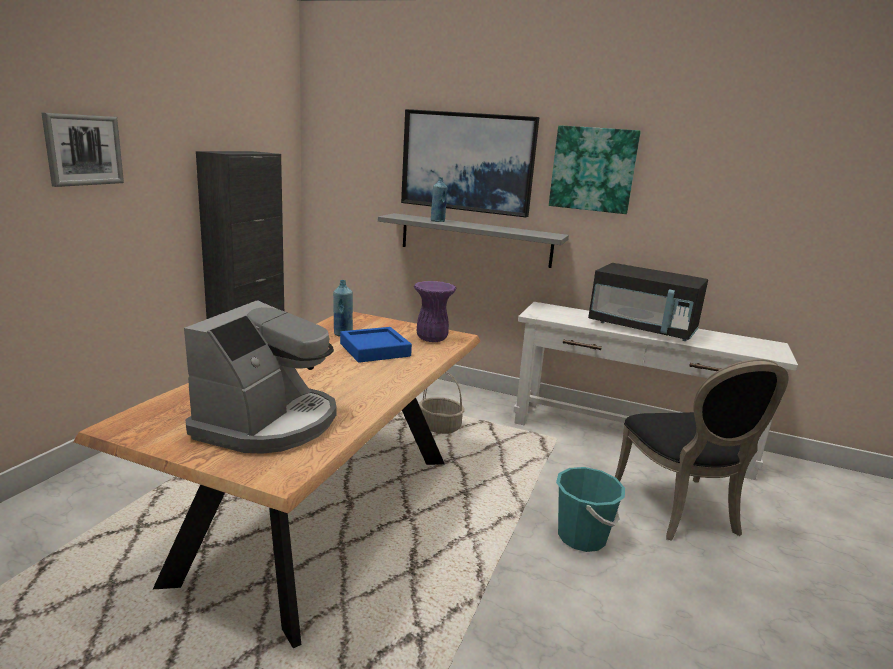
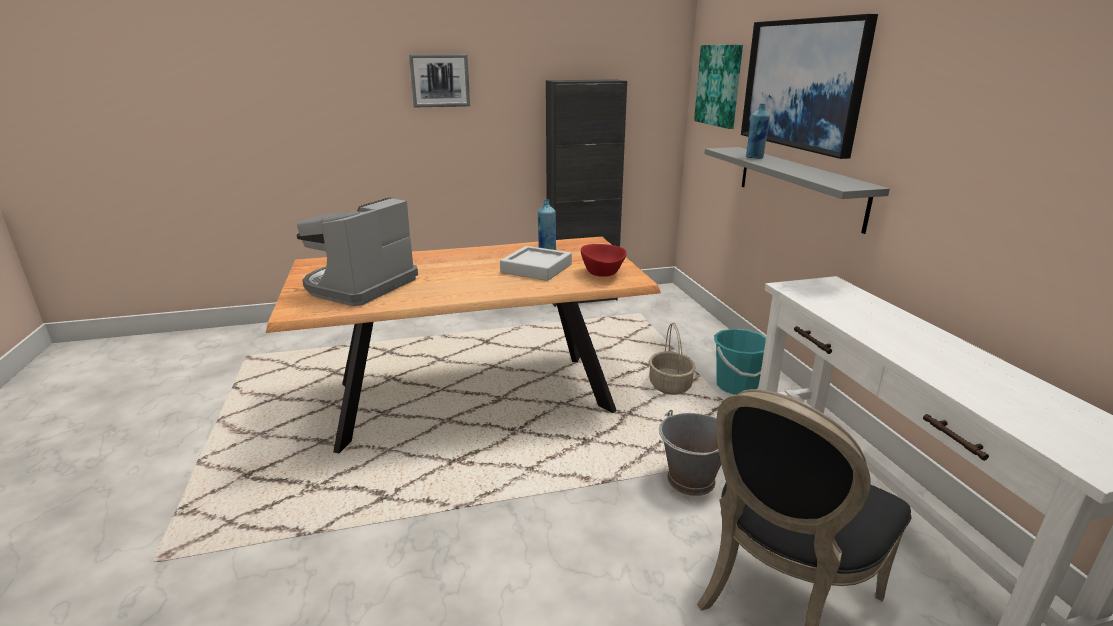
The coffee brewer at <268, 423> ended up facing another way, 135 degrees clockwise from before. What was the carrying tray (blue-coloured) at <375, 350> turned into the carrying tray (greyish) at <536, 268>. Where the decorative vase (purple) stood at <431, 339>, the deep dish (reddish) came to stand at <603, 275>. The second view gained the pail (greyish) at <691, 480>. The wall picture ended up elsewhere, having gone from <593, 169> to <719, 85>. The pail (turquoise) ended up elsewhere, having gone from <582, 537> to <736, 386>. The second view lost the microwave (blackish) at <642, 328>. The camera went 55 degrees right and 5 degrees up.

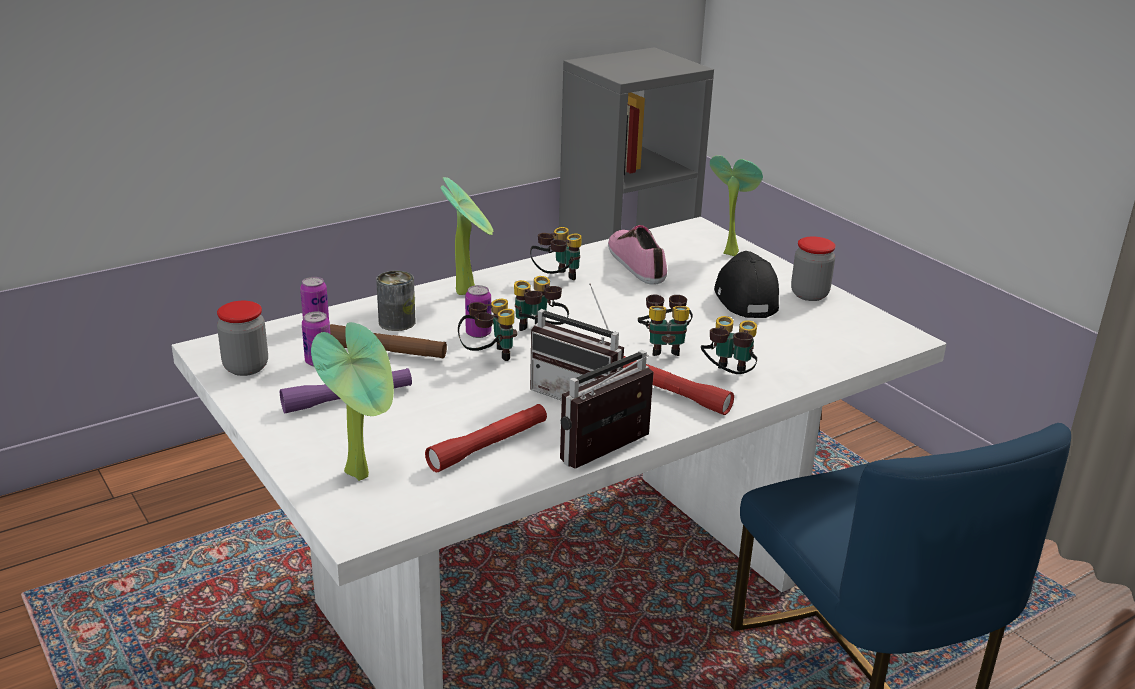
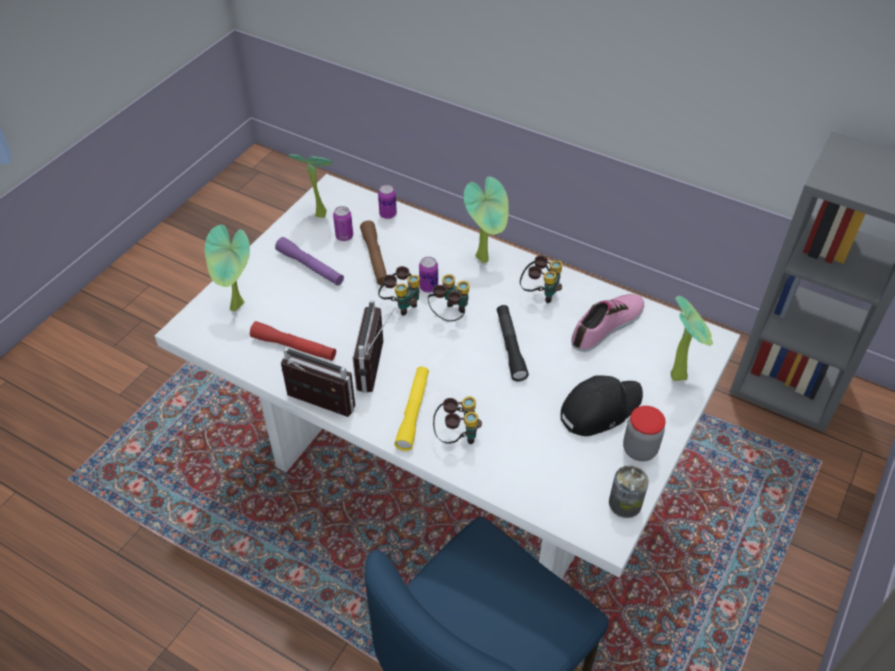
Where the storage jar stood at <246, 367>, the potted plant came to stand at <319, 212>. What was the hand torch (reddish) at <672, 393> turned into the hand torch (yellow-coloured) at <413, 412>. The second view gained the hand torch (blackish) at <510, 347>. The sealed can ended up elsewhere, having gone from <397, 322> to <625, 503>. The second view lost the field glasses at <664, 347>. The camera went 65 degrees right and 20 degrees up.

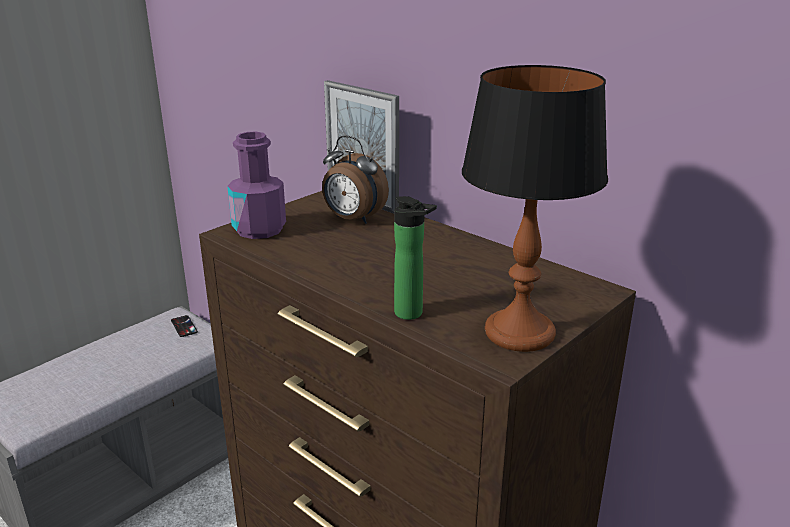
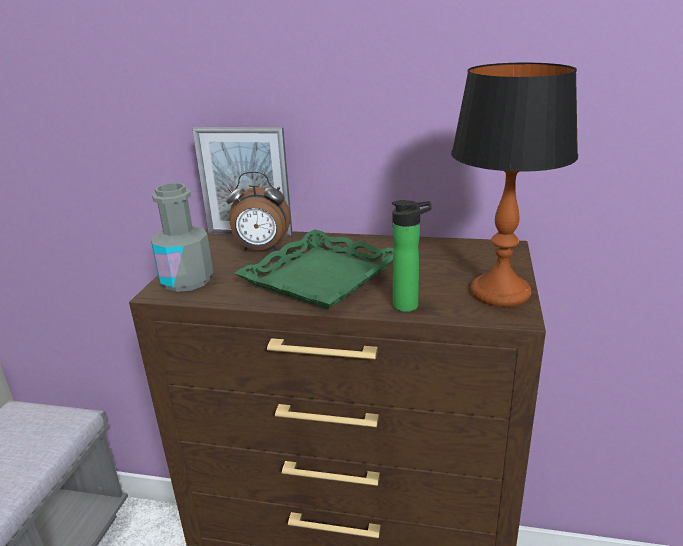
What was the bottle (purple) at <259, 229> turned into the bottle (greyish) at <187, 280>. The second view gained the carrying tray (green-coloured) at <320, 277>. The second view lost the phone at <184, 326>. The camera went 30 degrees left and 0 degrees up.

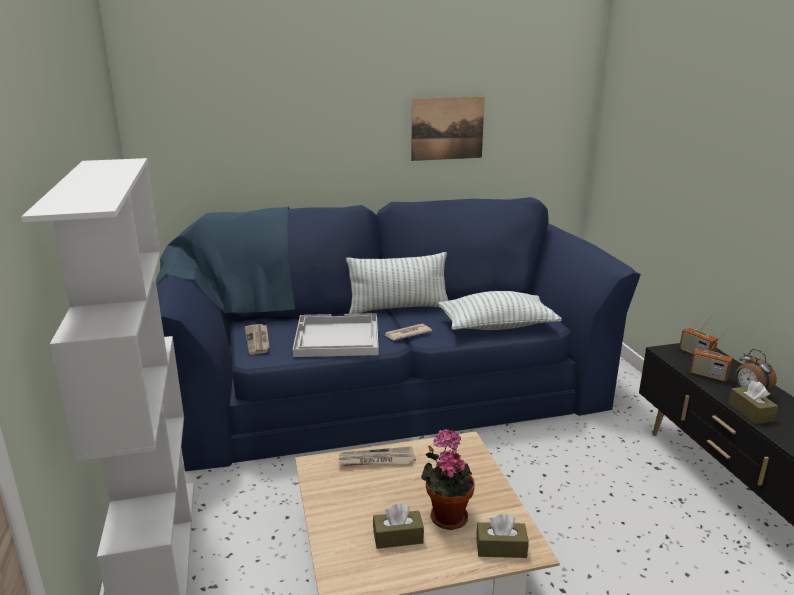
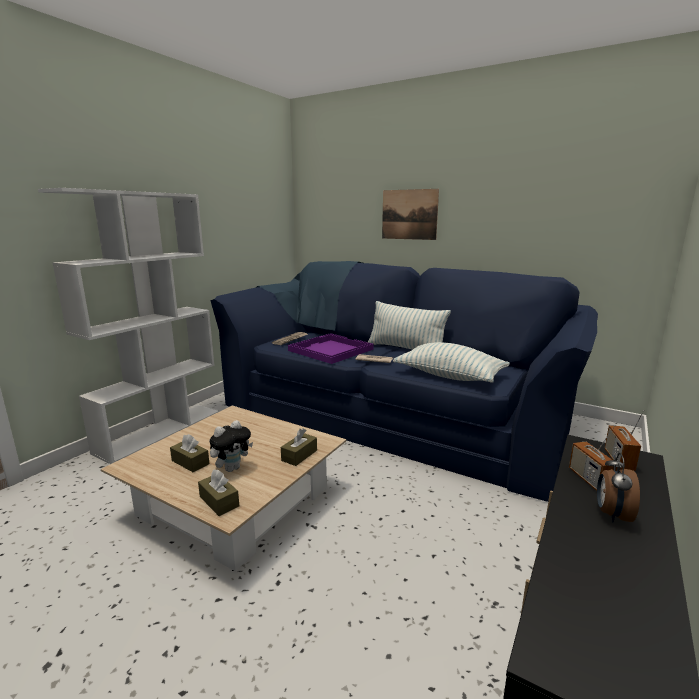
Where the potted plant stood at <446, 515>, the plush toy came to stand at <232, 468>. The box of tissues (brown) ended up elsewhere, having gone from <750, 412> to <299, 455>. What was the carrying tray (whitish) at <336, 338> turned into the carrying tray (purple) at <330, 350>. The wall picture ended up elsewhere, having gone from <447, 128> to <409, 214>. The second view lost the printed paper at <376, 460>. The camera went 45 degrees right and 5 degrees down.

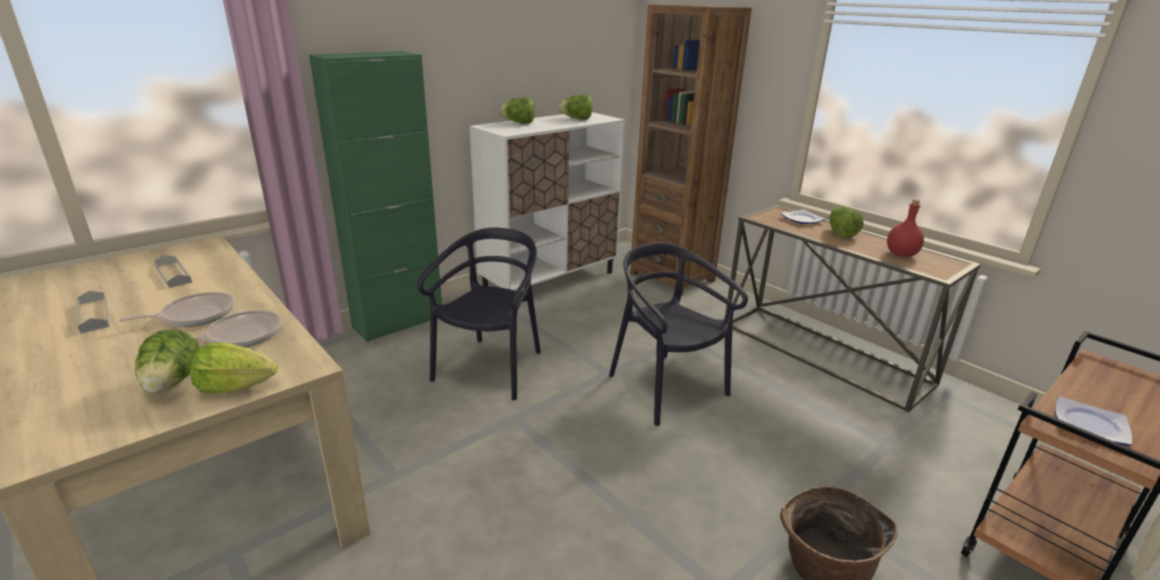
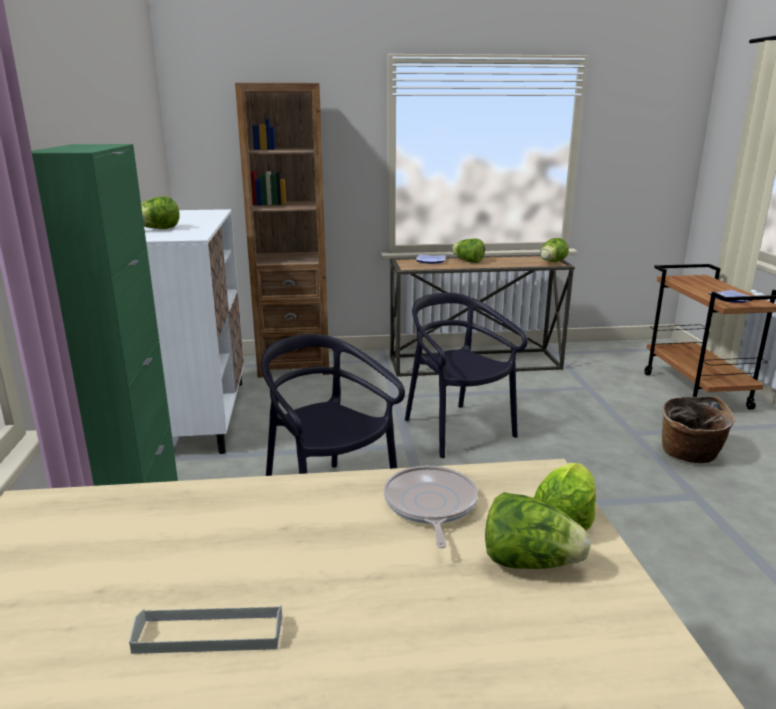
The plain chair (blackish) at <666, 388> ended up facing another way, 60 degrees clockwise from before. The lettuce ended up elsewhere, having gone from <576, 119> to <552, 262>. The second view lost the frying pan at <195, 315>. The second view lost the carrying tray (greyish) at <173, 274>. The second view lost the bottle (reddish) at <902, 254>. The camera went 55 degrees left and 5 degrees down.

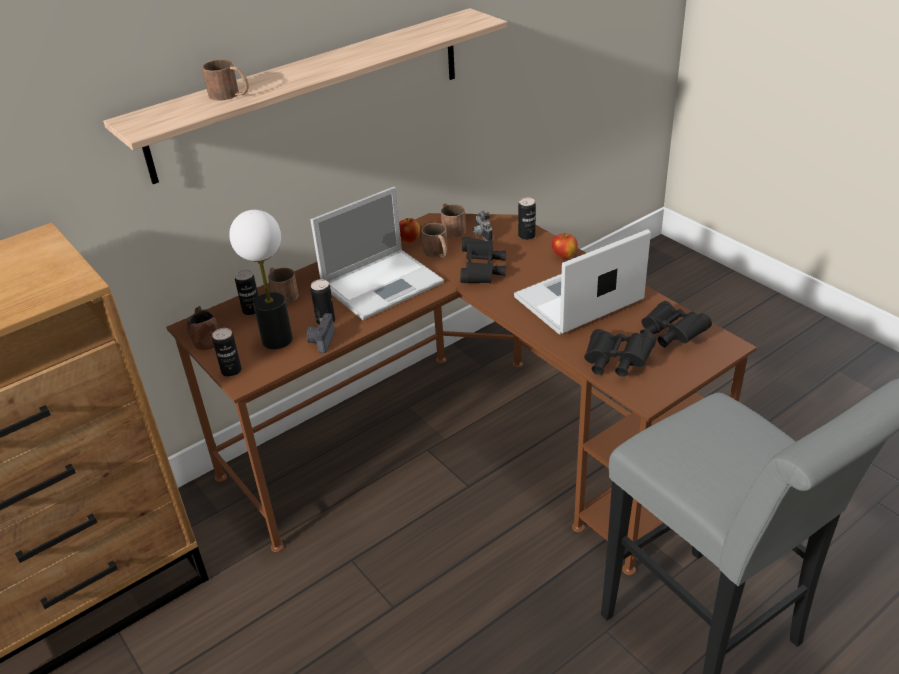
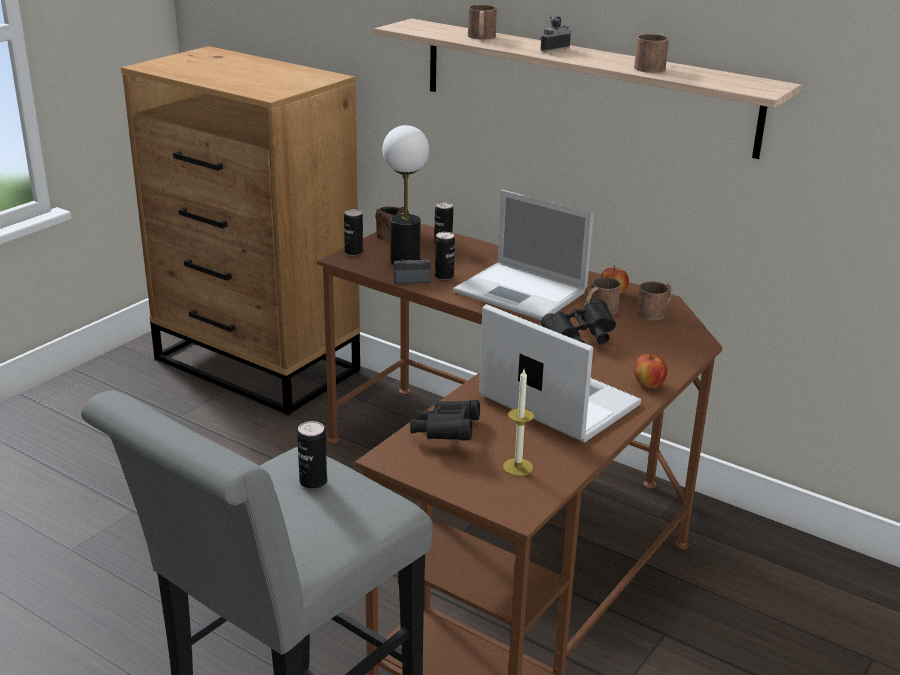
The sealed can ended up elsewhere, having gone from <526, 236> to <313, 482>. Where the field glasses (blackish) stood at <669, 335>, the candle came to stand at <518, 467>. The still camera ended up elsewhere, having gone from <481, 235> to <552, 49>. The tea mug (brown) ended up elsewhere, having gone from <282, 293> to <653, 67>. The camera went 70 degrees right and 10 degrees down.

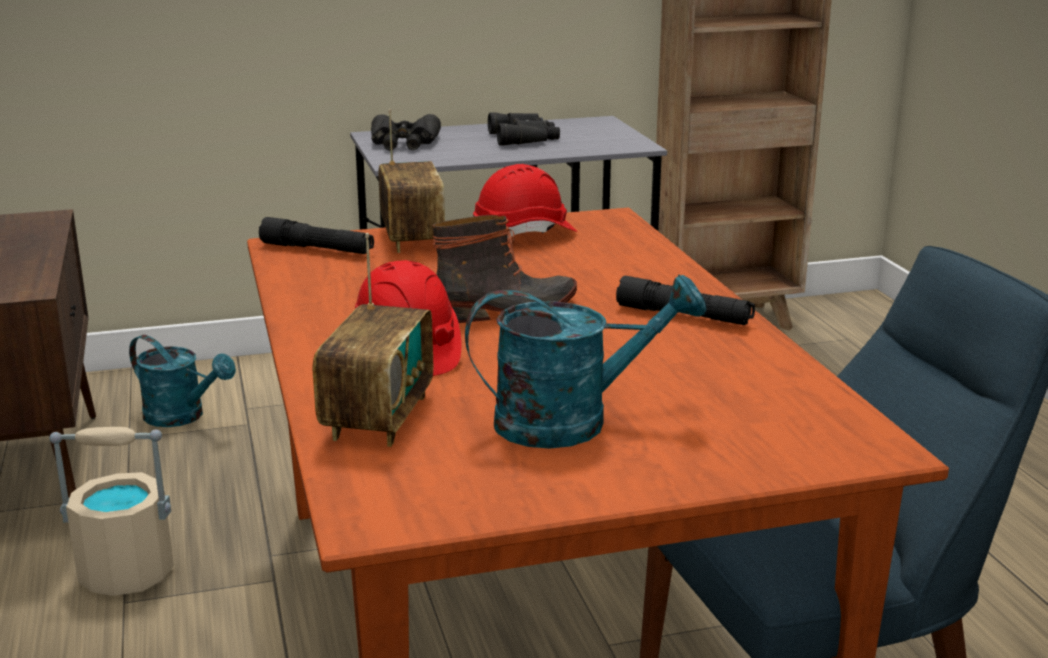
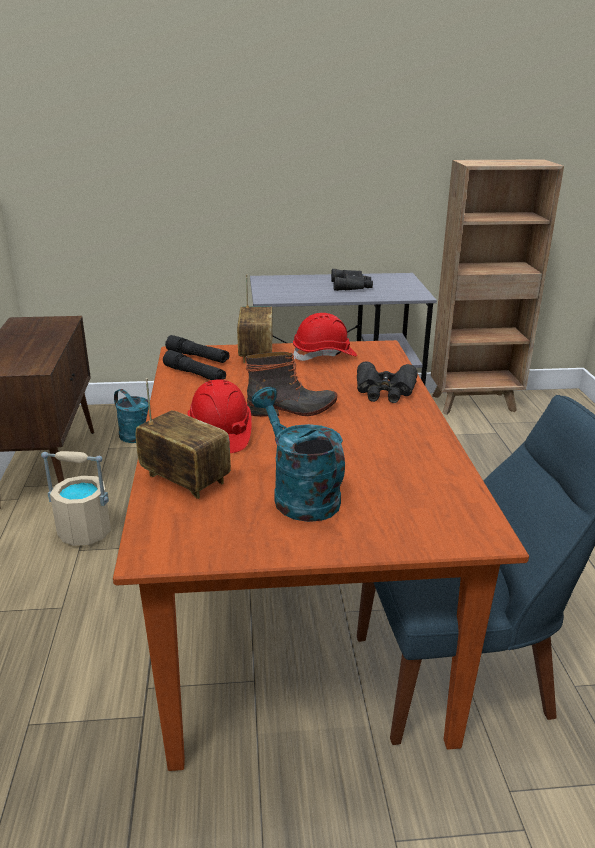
The radio at <378, 417> ended up facing another way, 75 degrees counterclockwise from before. The hand torch (blackish) ended up elsewhere, having gone from <684, 316> to <194, 374>. The watering can (turquoise) at <571, 421> ended up facing another way, 120 degrees counterclockwise from before. The field glasses (blackish) ended up elsewhere, having gone from <404, 143> to <385, 391>. The camera went 10 degrees right and 5 degrees up.

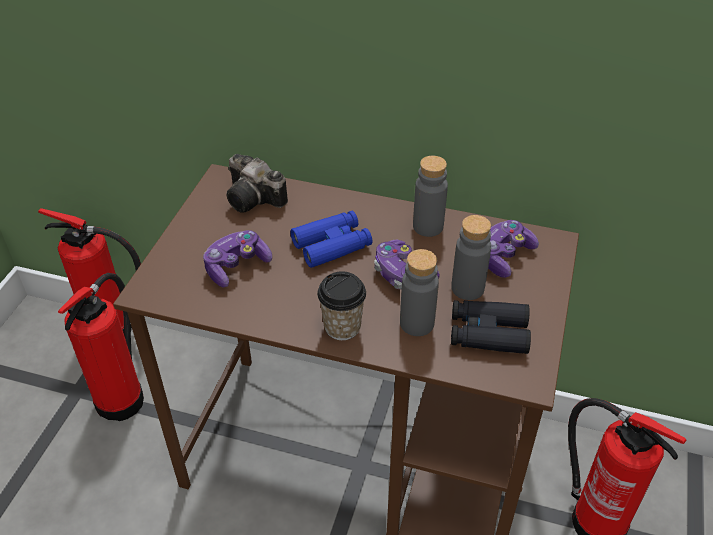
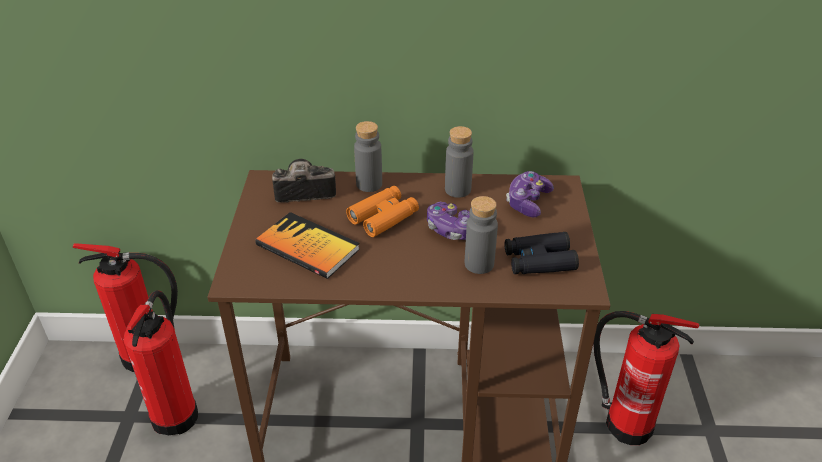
Where the joypad stood at <236, 266>, the volume came to stand at <307, 247>. The still camera at <256, 199> ended up facing another way, 150 degrees clockwise from before. What was the field glasses (blue-coloured) at <332, 245> turned into the field glasses (orange-coloured) at <383, 217>. The bottle (greyish) ended up elsewhere, having gone from <467, 288> to <369, 184>. The second view lost the small cup at <342, 327>. The camera went 15 degrees left and 5 degrees down.

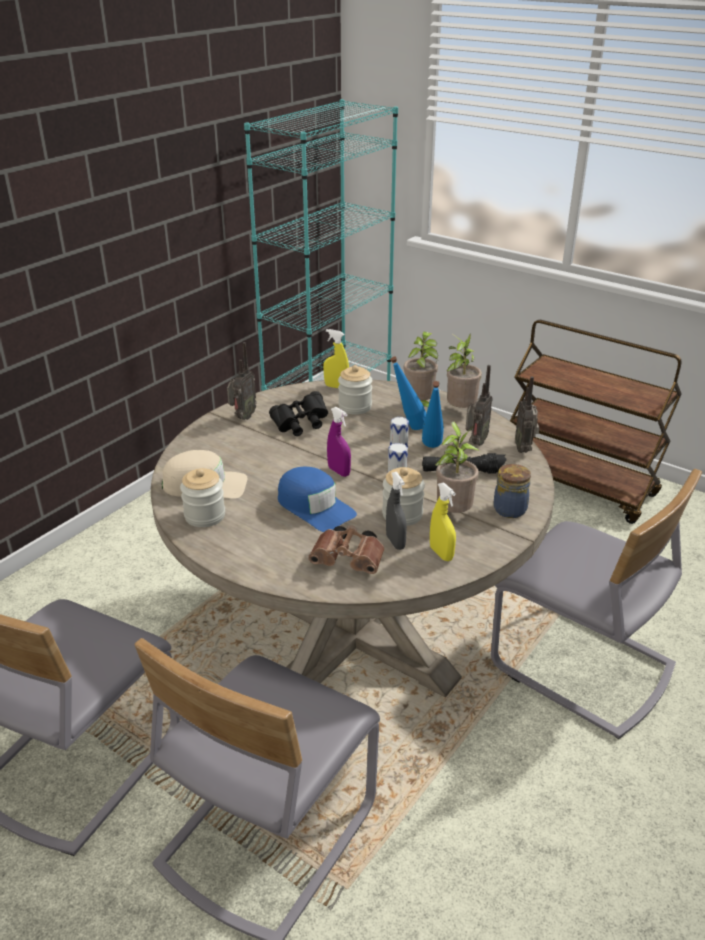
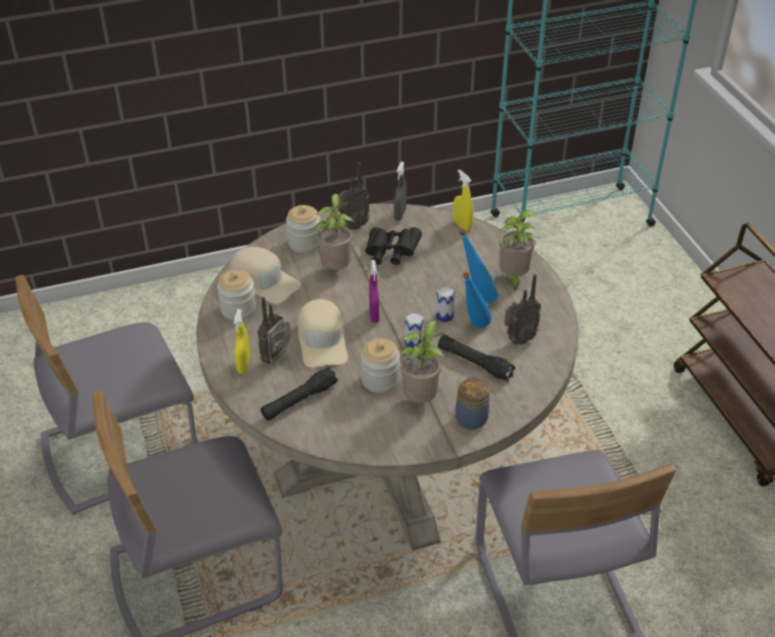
The spray bottle (yellow-coloured) ended up elsewhere, having gone from <441, 553> to <244, 365>. The radio ended up elsewhere, having gone from <524, 449> to <278, 359>. Where the field glasses (brown) stood at <350, 561>, the hand torch (blackish) came to stand at <299, 401>. The storage jar ended up elsewhere, having gone from <355, 407> to <304, 243>. What was the cap (blue-coloured) at <314, 507> turned into the cap (sand-coloured) at <322, 339>. The potted plant ended up elsewhere, having gone from <459, 411> to <336, 268>. The spray bottle (greyish) ended up elsewhere, having gone from <395, 542> to <400, 214>. The camera went 35 degrees right and 10 degrees up.

